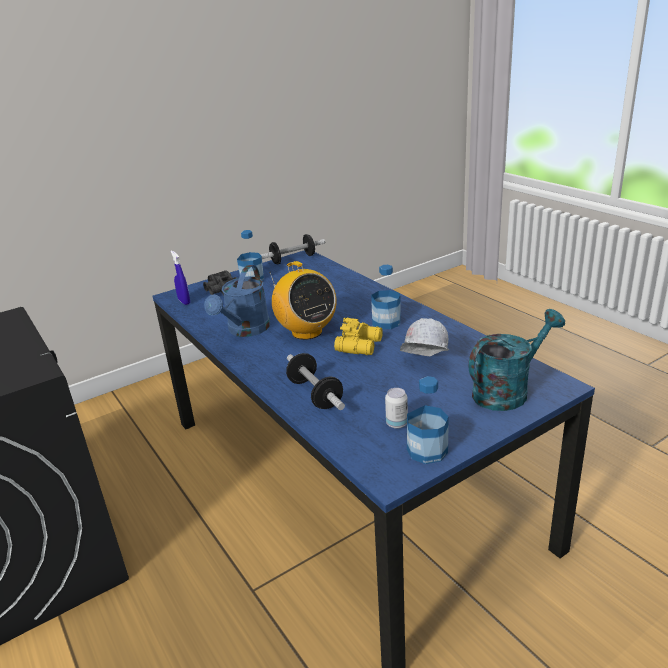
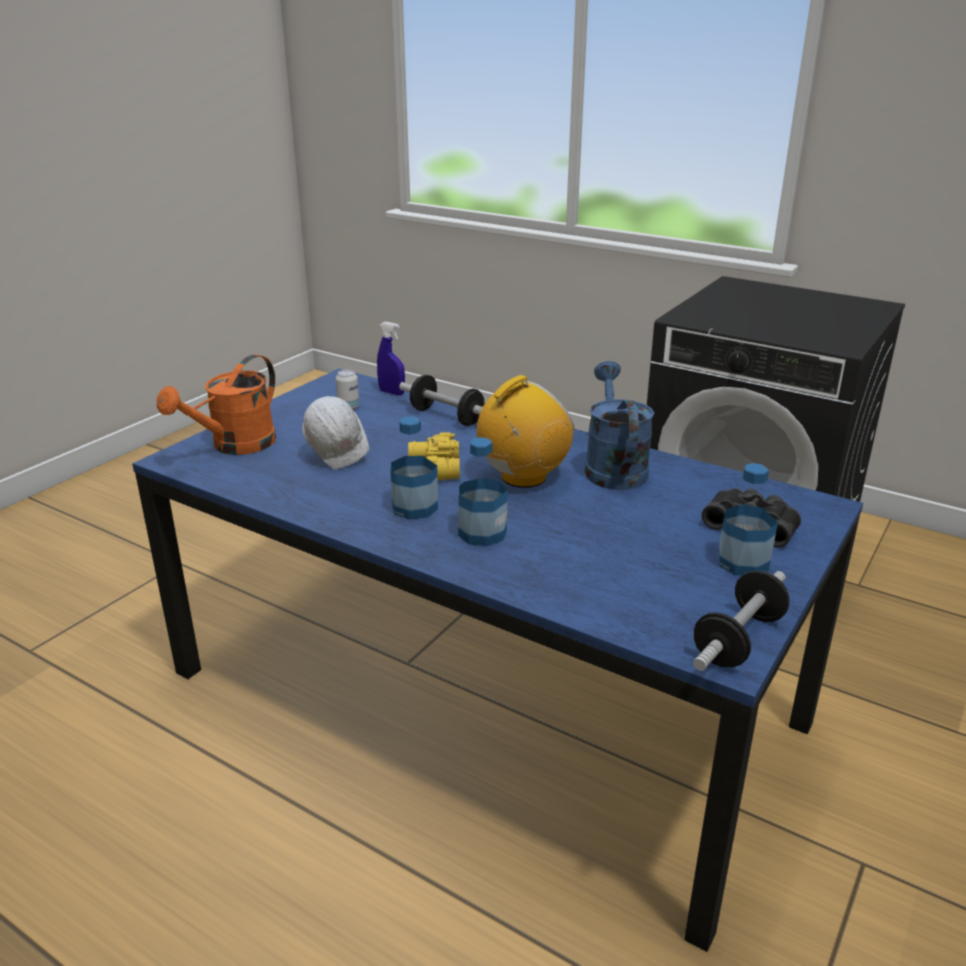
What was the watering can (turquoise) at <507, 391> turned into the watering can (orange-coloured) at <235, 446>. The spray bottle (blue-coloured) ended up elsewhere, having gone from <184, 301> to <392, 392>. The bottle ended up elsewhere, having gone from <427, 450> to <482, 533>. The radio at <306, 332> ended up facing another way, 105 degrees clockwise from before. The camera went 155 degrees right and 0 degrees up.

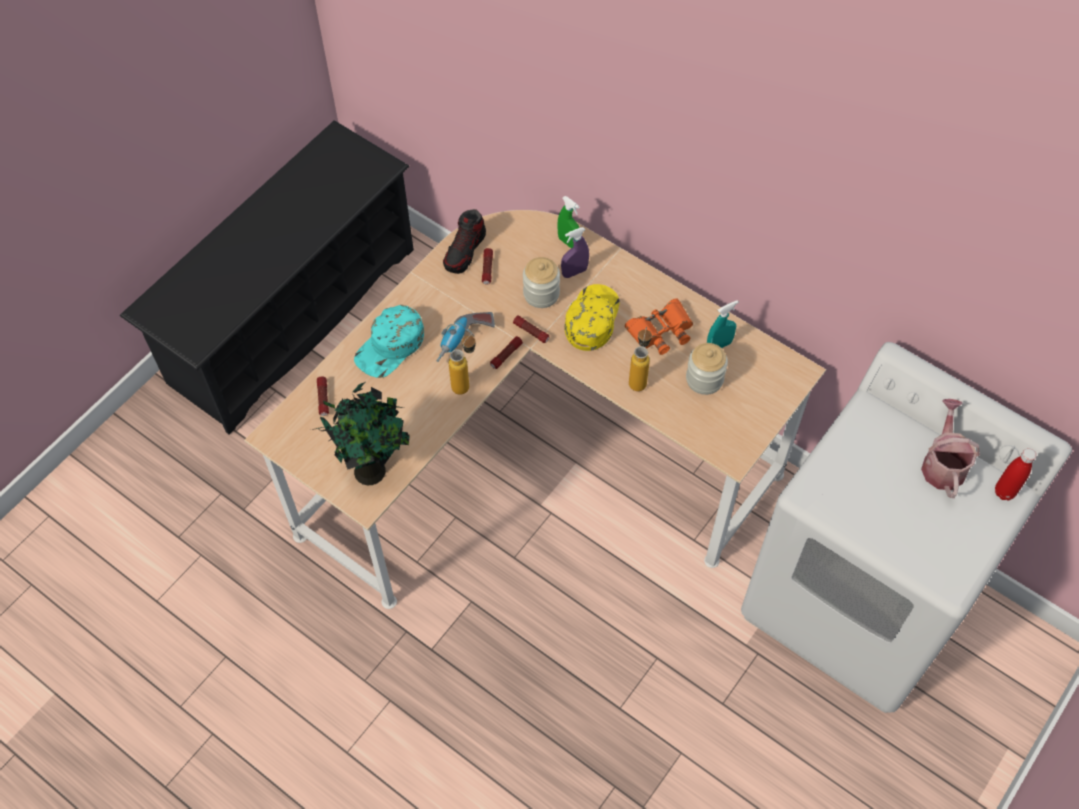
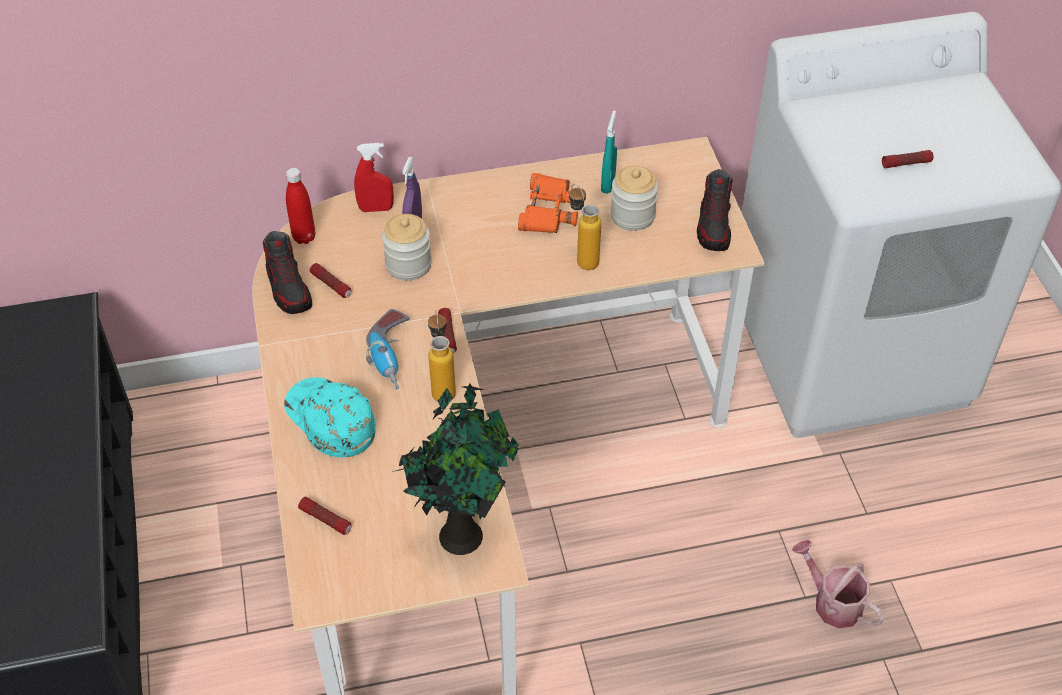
The cap (turquoise) at <390, 347> ended up facing another way, 150 degrees clockwise from before. The bottle (reddish) ended up elsewhere, having gone from <1004, 492> to <304, 237>. What was the spray bottle (green-coloured) at <569, 243> turned into the spray bottle (reddish) at <376, 208>. The second view gained the low shoe at <714, 226>. The watering can ended up elsewhere, having gone from <943, 464> to <832, 602>. The hand torch ended up elsewhere, having gone from <531, 332> to <906, 163>. The second view lost the cap (yellow-coloured) at <591, 318>. The camera went 50 degrees left and 10 degrees down.

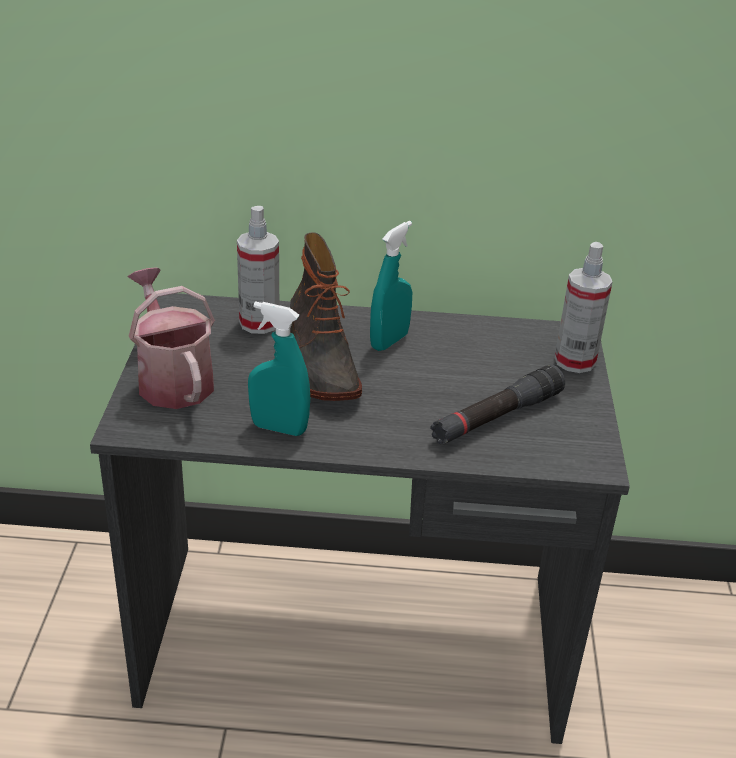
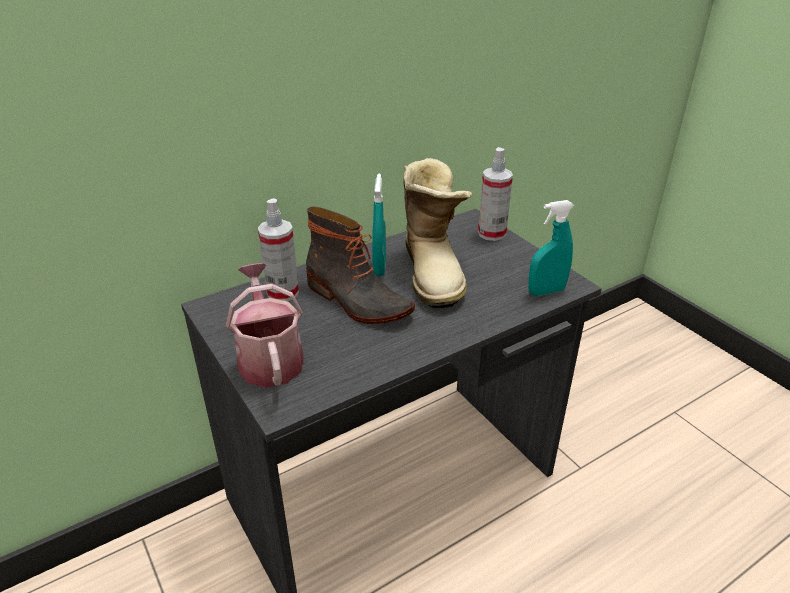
The watering can at <172, 378> ended up facing another way, 45 degrees clockwise from before. The second view gained the high-top boot at <435, 272>. The spray bottle (turquoise) ended up elsewhere, having gone from <279, 428> to <546, 291>. The second view lost the hand torch (blackish) at <496, 417>. The camera went 35 degrees left and 0 degrees up.

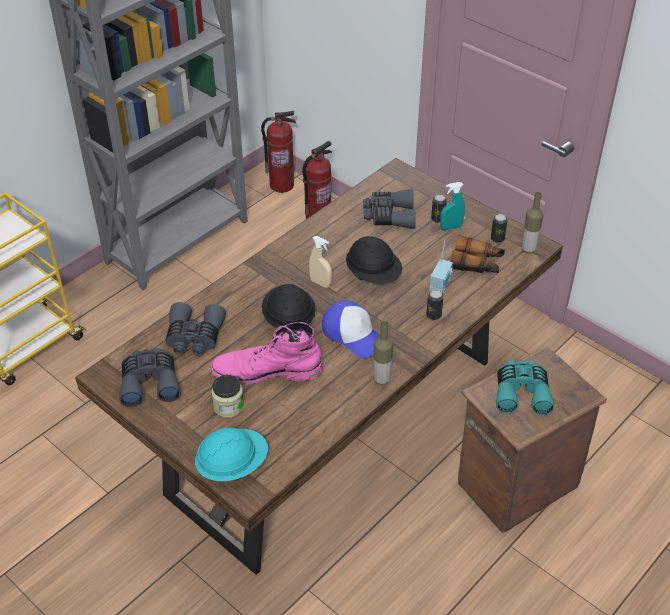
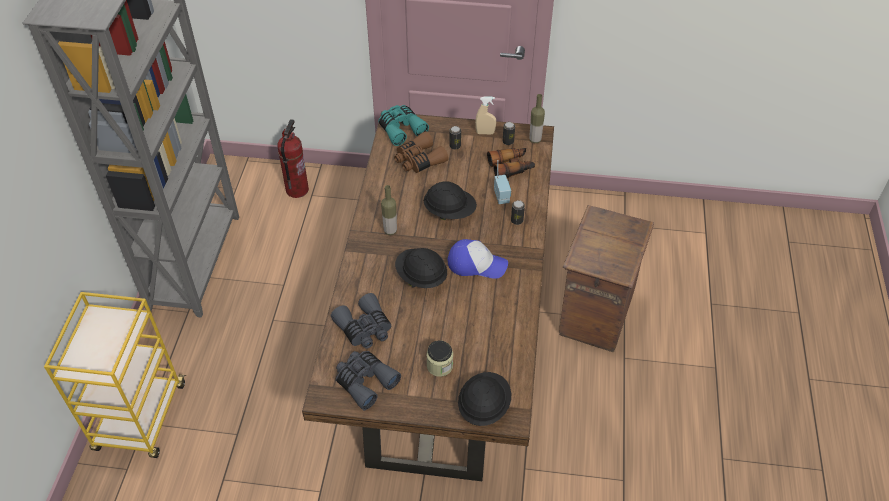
The field glasses (turquoise) ended up elsewhere, having gone from <521, 392> to <401, 129>. The bottle ended up elsewhere, having gone from <381, 379> to <390, 231>. What was the field glasses (greyish) at <389, 216> turned into the field glasses (brown) at <419, 160>. What was the work helmet (turquoise) at <232, 466> turned into the work helmet (blackish) at <483, 407>. The spray bottle (sand-coloured) ended up elsewhere, having gone from <320, 283> to <485, 133>. The second view lost the high-top boot (pinkish) at <267, 371>. The second view lost the fire-fighting cylinder at <282, 185>. The second view lost the spray bottle (turquoise) at <451, 228>. The camera went 35 degrees left and 5 degrees up.

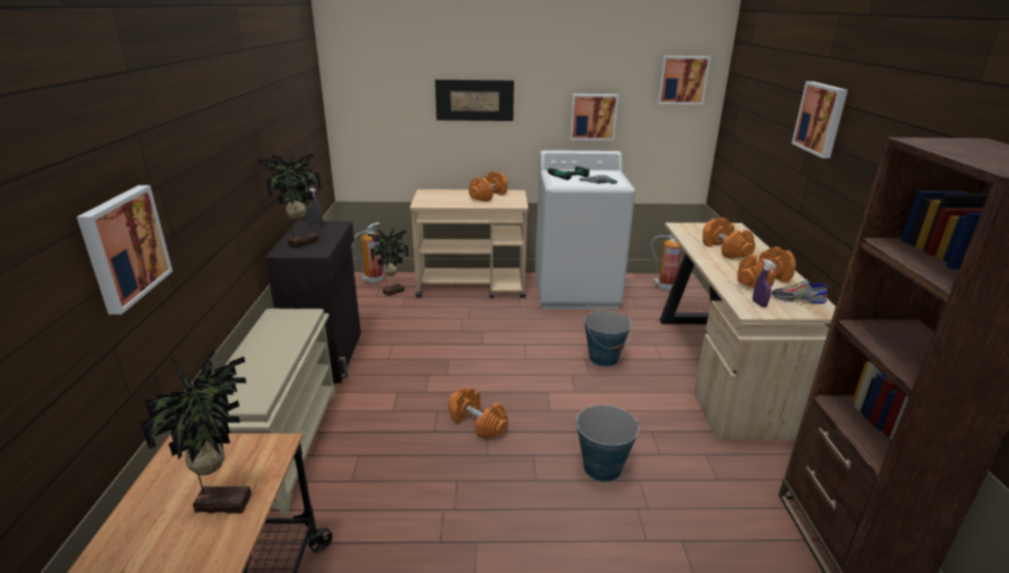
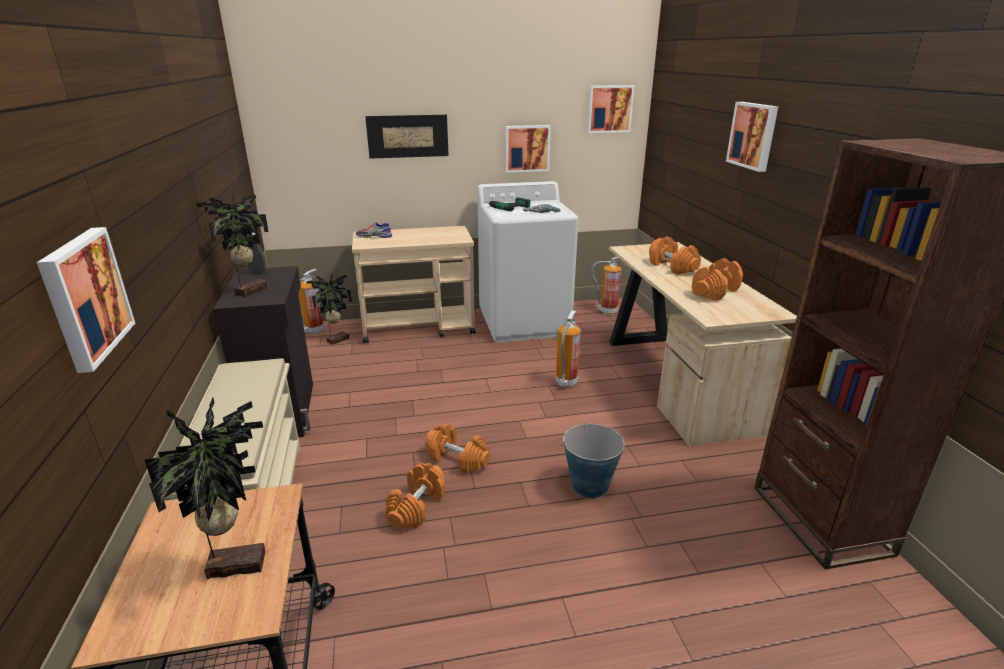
The low shoe ended up elsewhere, having gone from <797, 299> to <374, 236>. The hand weight (orange-coloured) ended up elsewhere, having gone from <488, 196> to <416, 506>. Where the pail stood at <603, 358>, the fire-fighting cylinder came to stand at <566, 383>. The second view lost the spray bottle (purple) at <759, 304>. The camera went 10 degrees left and 0 degrees up.

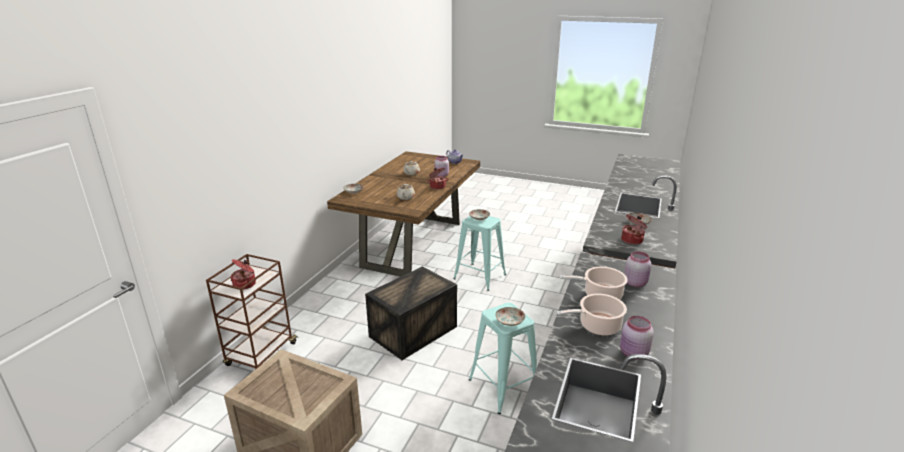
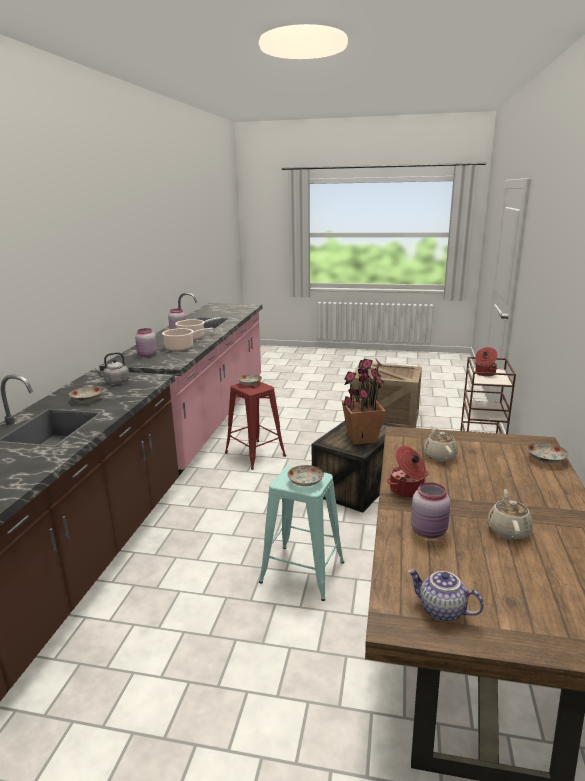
Where the cooking pot stood at <632, 240>, the tea kettle (greyish) came to stand at <115, 382>. What was the sitting stool (turquoise) at <503, 387> turned into the sitting stool (reddish) at <255, 454>. The second view gained the potted plant at <361, 438>. The camera went 170 degrees right and 5 degrees down.

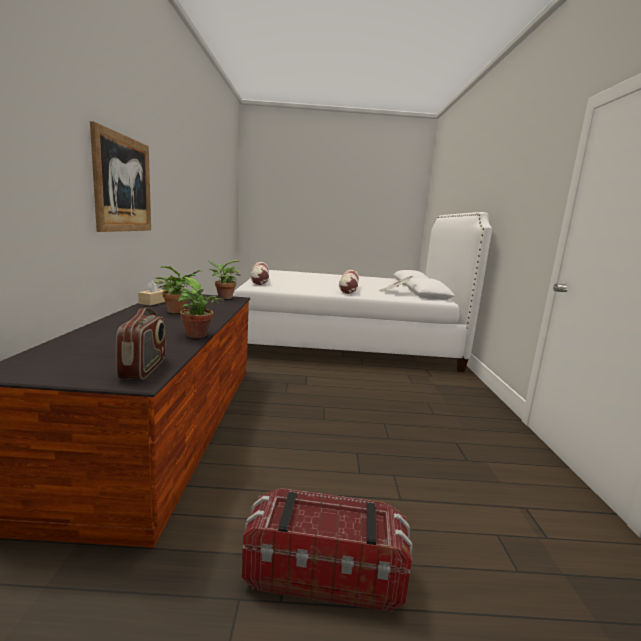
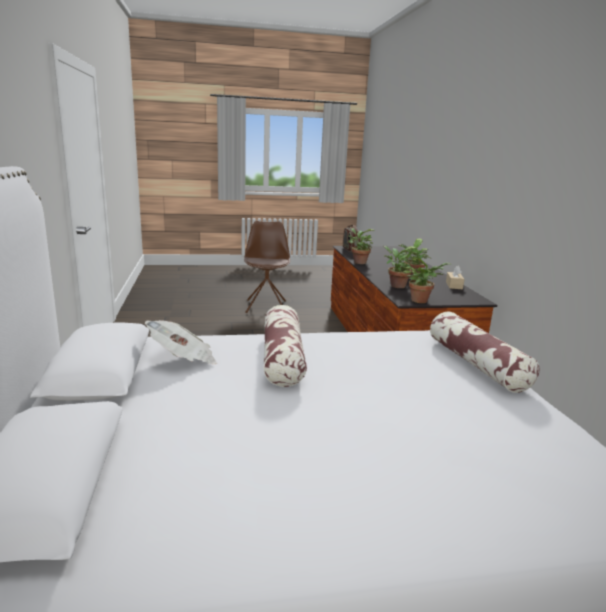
Where the storage bin stood at <324, 571>, the plain chair (brown) came to stand at <266, 306>. The second view gained the potted plant at <395, 286>. The second view lost the wall picture at <123, 184>. The camera went 170 degrees right and 5 degrees up.

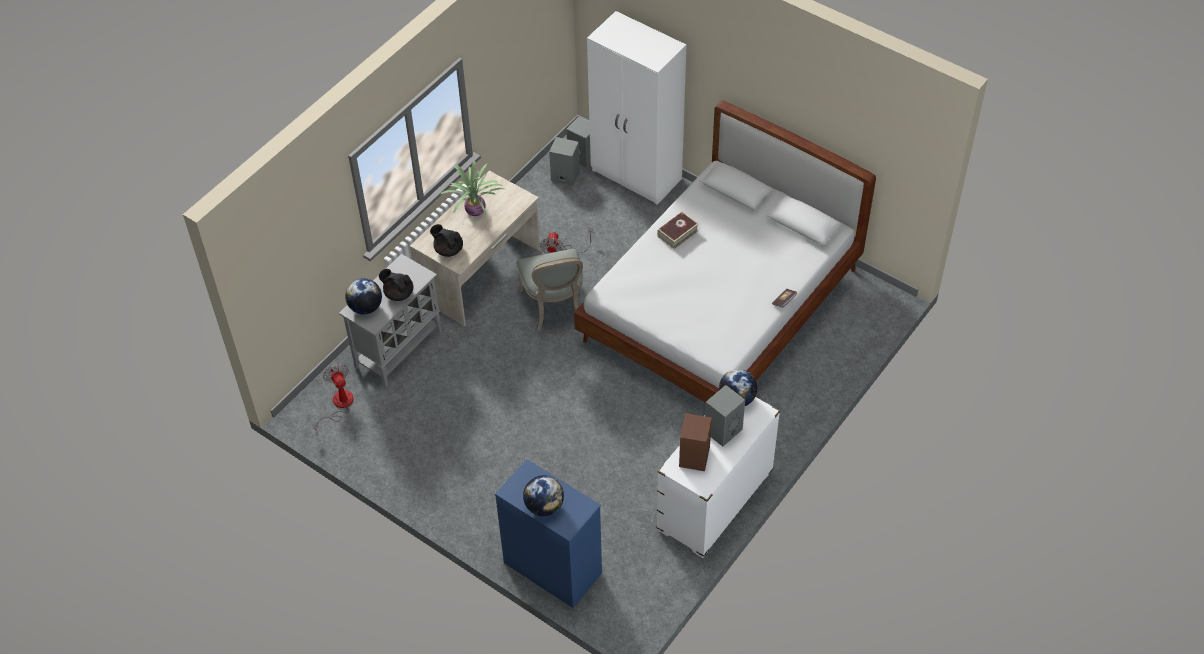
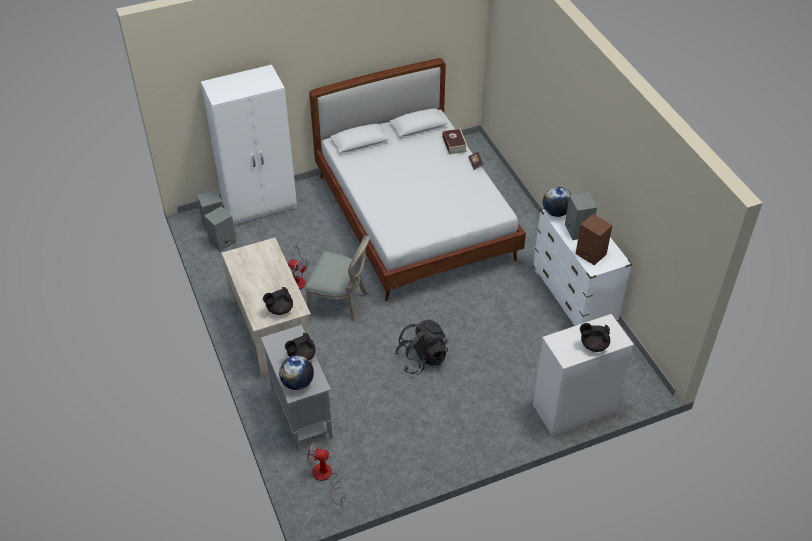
The second view gained the backpack (blackish) at <422, 358>. The volume ended up elsewhere, having gone from <677, 233> to <454, 144>. What was the dresser (blue-coloured) at <552, 567> turned into the dresser (whitish) at <573, 408>. Where the world globe stood at <544, 506>, the teapot (blackish) came to stand at <593, 345>. The second view lost the potted plant at <476, 210>. The camera went 60 degrees left and 5 degrees down.

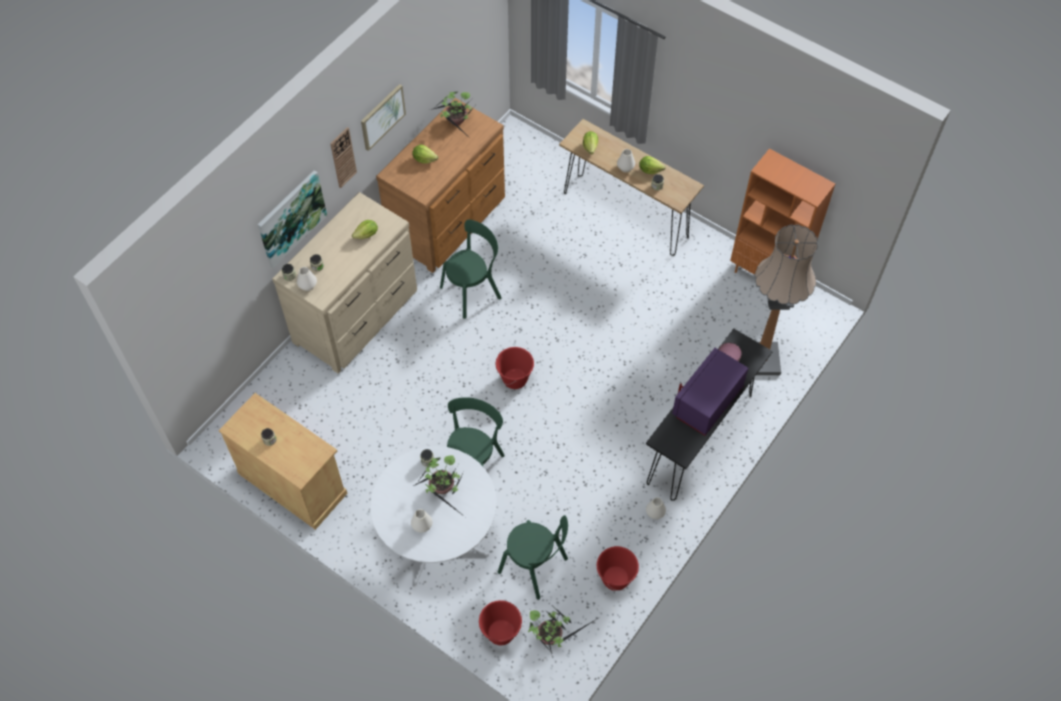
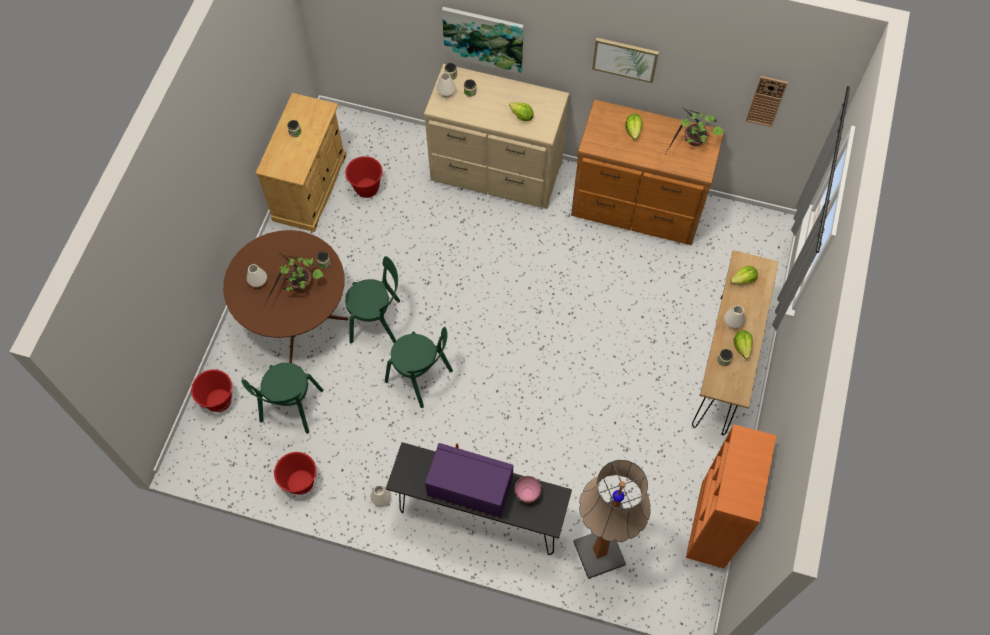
What was the dining table (whitish) at <438, 536> turned into the dining table (brown) at <296, 318>. The pail (reddish) ended up elsewhere, having gone from <515, 379> to <367, 188>. The plain chair (green-coloured) ended up elsewhere, having gone from <473, 291> to <421, 378>. The wall clock ended up elsewhere, having gone from <343, 157> to <766, 101>. The second view lost the potted plant at <551, 636>. The camera went 70 degrees right and 5 degrees up.

